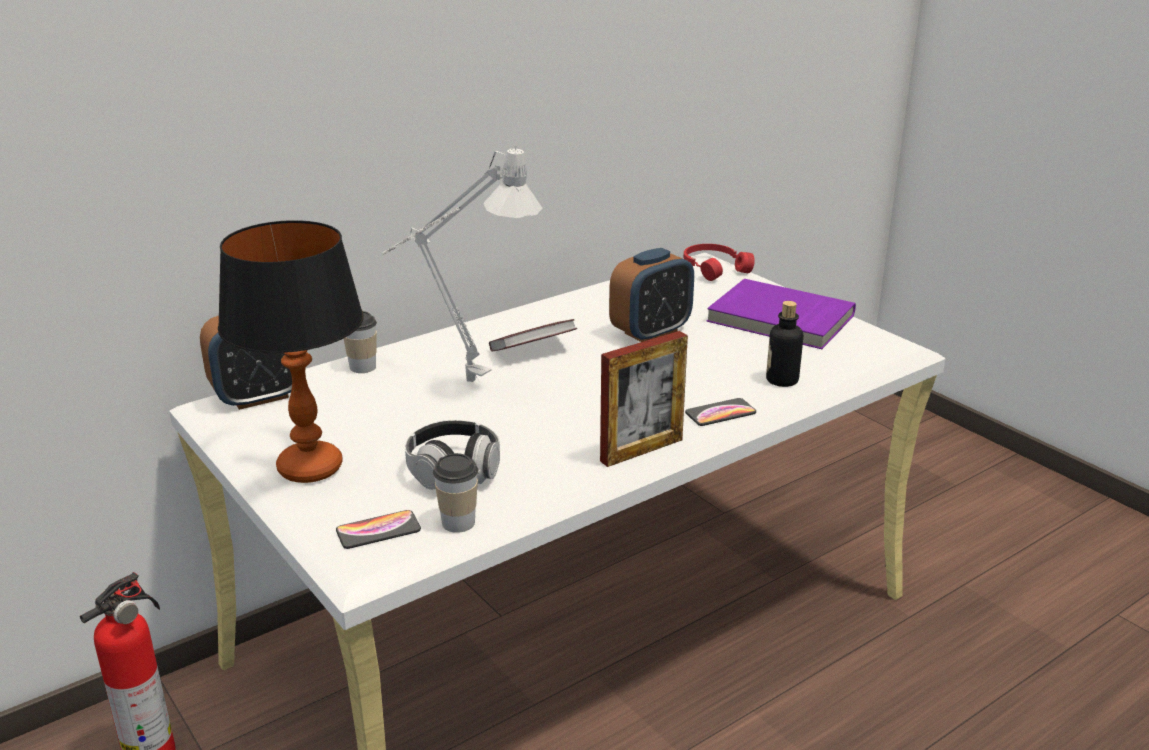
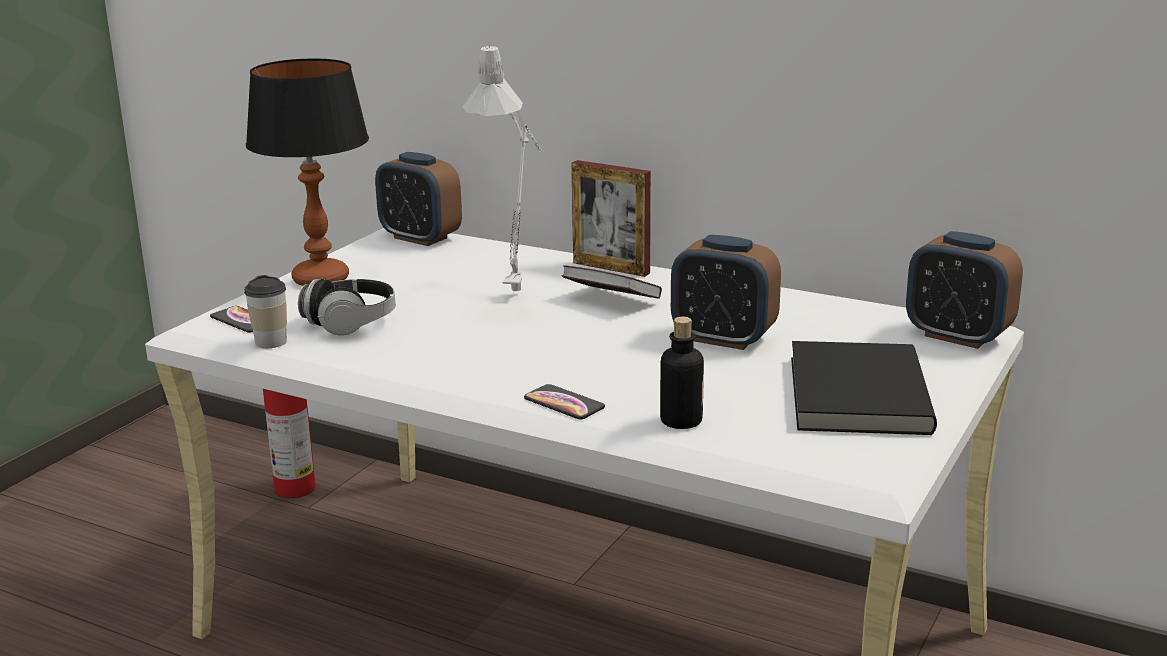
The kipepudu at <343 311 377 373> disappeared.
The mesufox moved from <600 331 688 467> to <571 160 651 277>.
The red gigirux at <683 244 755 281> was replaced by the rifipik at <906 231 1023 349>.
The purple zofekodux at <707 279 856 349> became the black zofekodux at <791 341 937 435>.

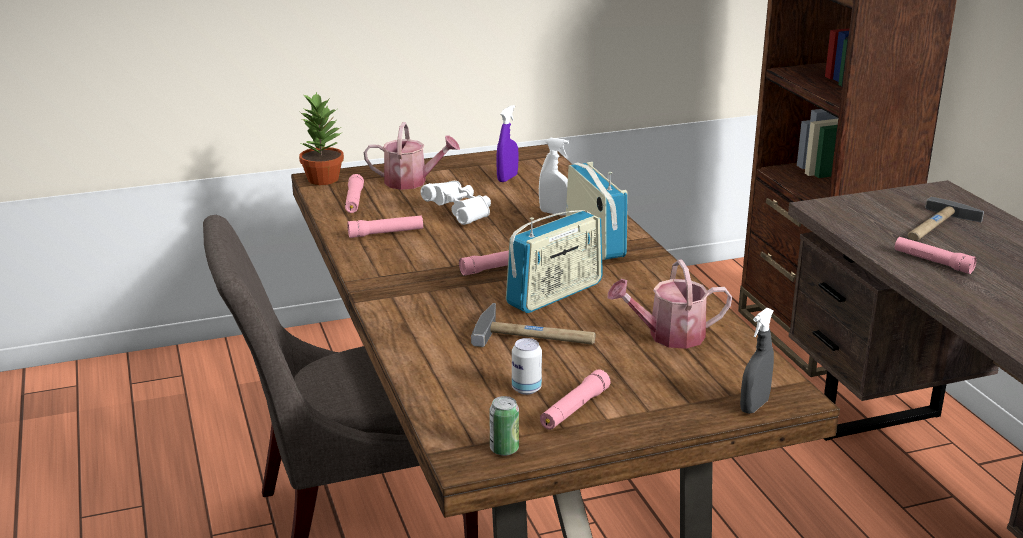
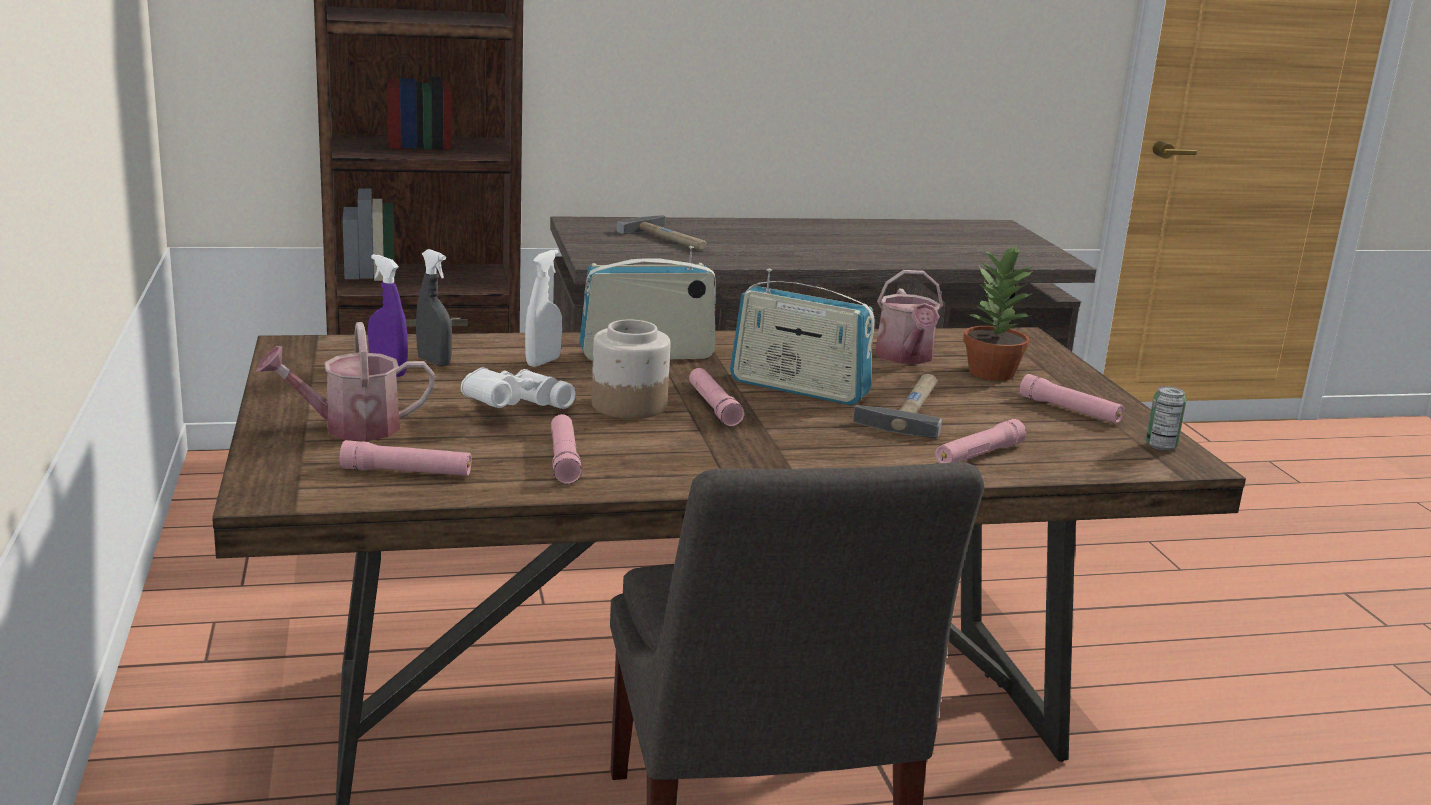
The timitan at <512 338 542 395> disappeared.
The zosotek at <592 320 670 419> appeared.
The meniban moved from <299 92 344 185> to <963 245 1033 381>.
The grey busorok moved from <740 308 774 414> to <416 249 452 367>.
The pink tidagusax moved from <895 237 977 274> to <935 419 1026 463>.
The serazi at <364 122 460 190> turned 120 degrees counterclockwise.
The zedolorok at <506 210 603 313> turned 150 degrees clockwise.

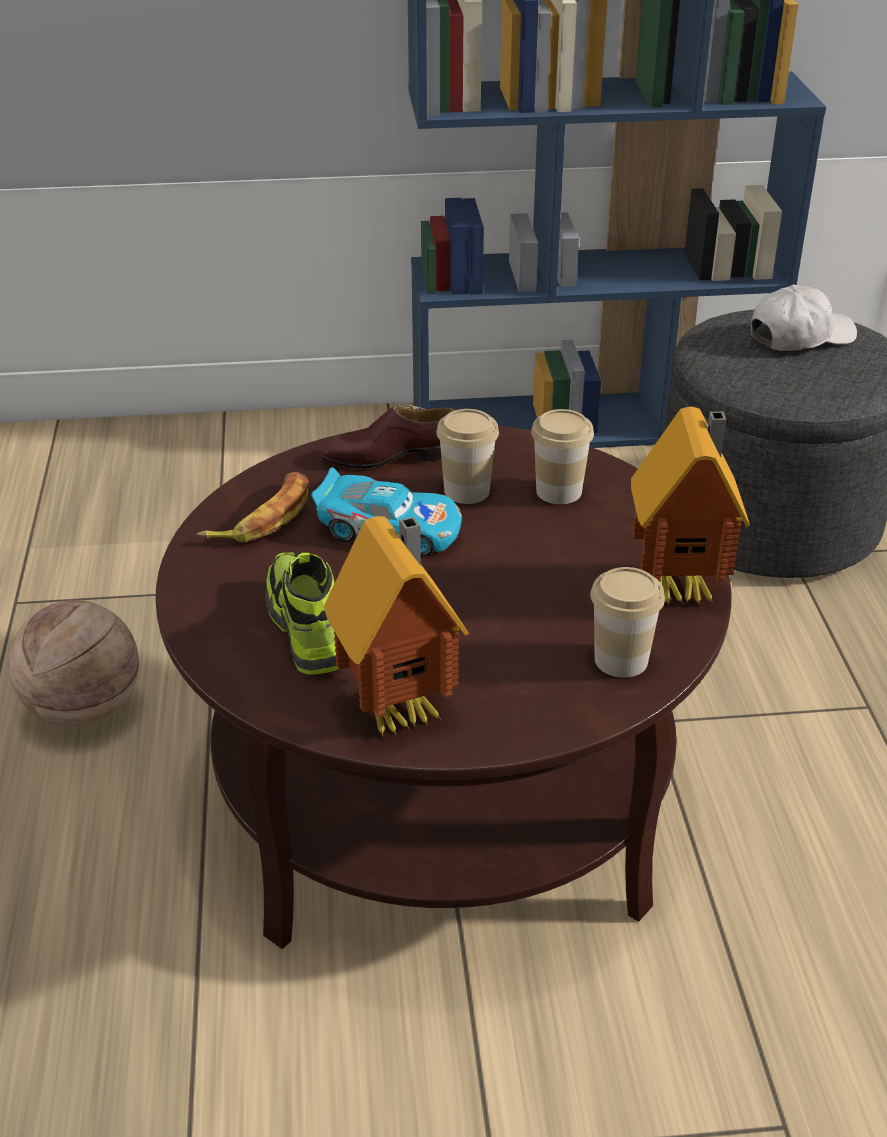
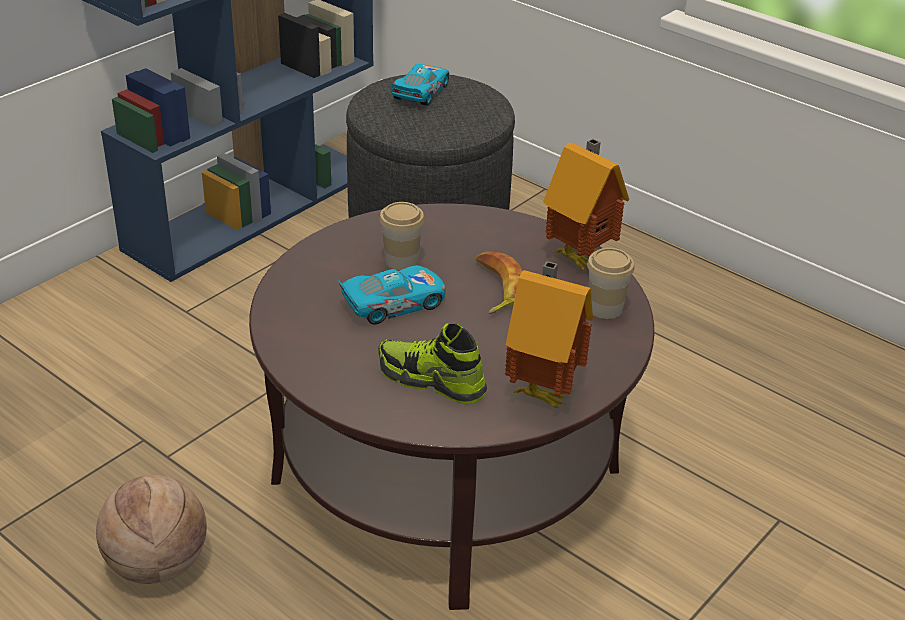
The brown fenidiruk at <319 405 455 469> disappeared.
The kipepudu at <531 409 594 504> disappeared.
The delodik moved from <196 472 309 542> to <476 251 522 314>.
The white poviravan at <751 284 857 351> was replaced by the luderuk at <392 64 449 106>.

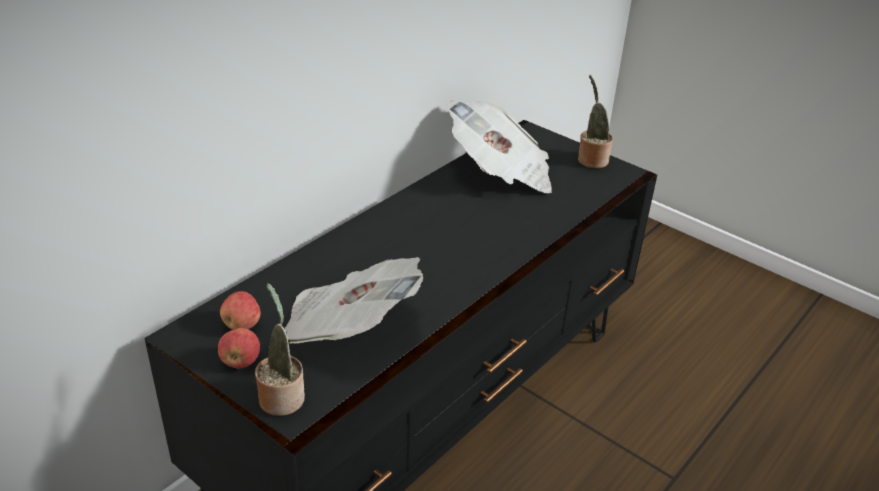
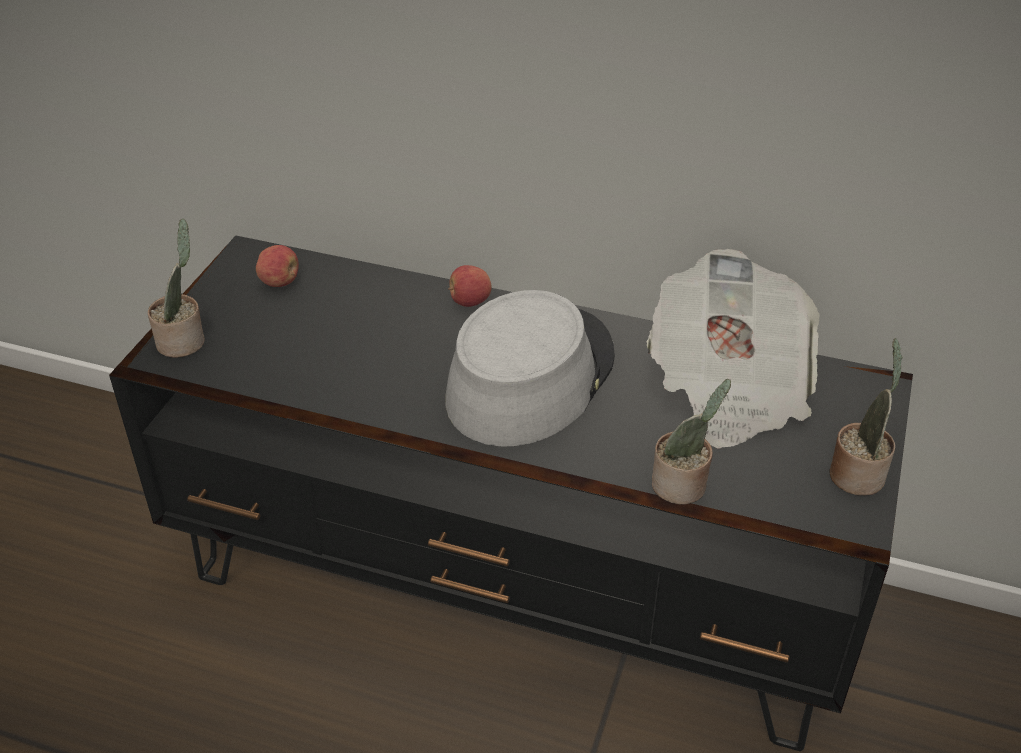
The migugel at <284 257 424 344> disappeared.
The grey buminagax at <445 290 615 447> appeared.
The meniban at <652 379 731 504> appeared.
The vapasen moved from <218 328 260 368> to <448 265 492 307>.

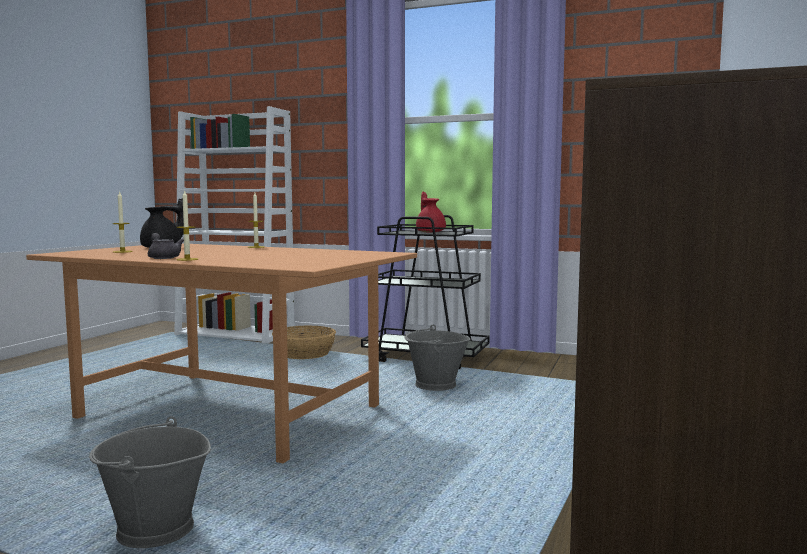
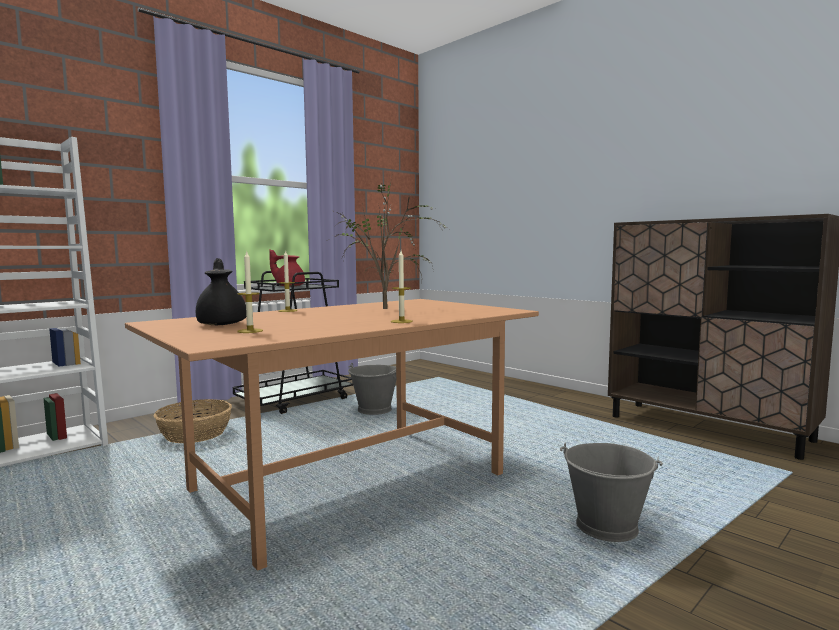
The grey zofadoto at <148 233 184 259> disappeared.
The meniban at <326 178 449 309> appeared.

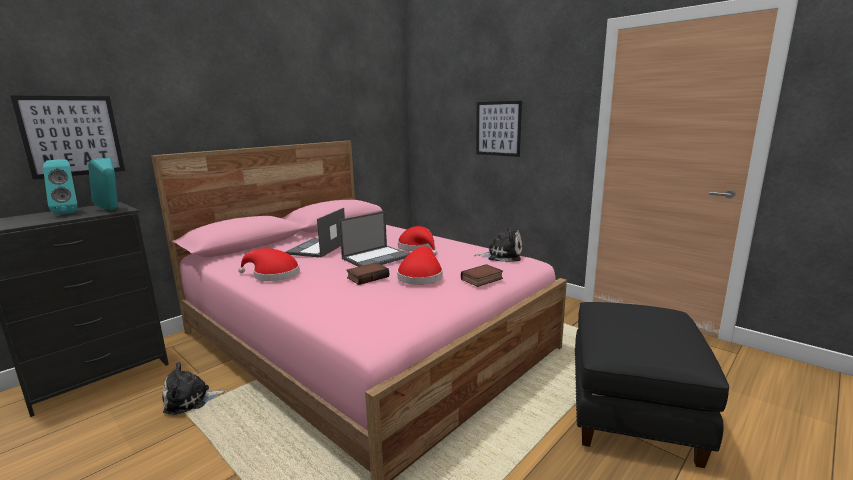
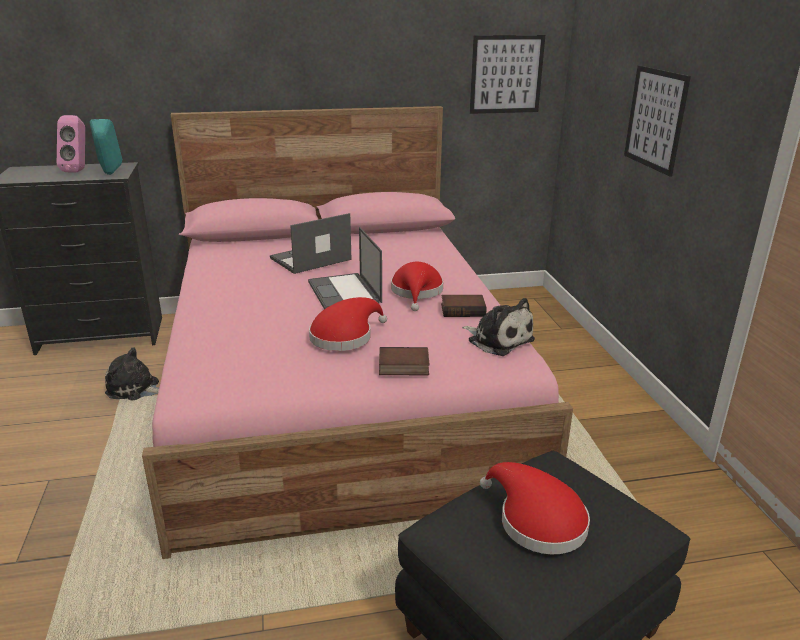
The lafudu moved from <10 96 125 180> to <470 35 545 114>.
The red buminagax moved from <238 248 300 281> to <480 462 590 554>.
The zofekodux moved from <346 263 389 285> to <441 295 486 317>.
The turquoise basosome at <43 160 77 214> became the pink basosome at <57 115 85 173>.
The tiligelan at <339 211 409 267> turned 75 degrees clockwise.

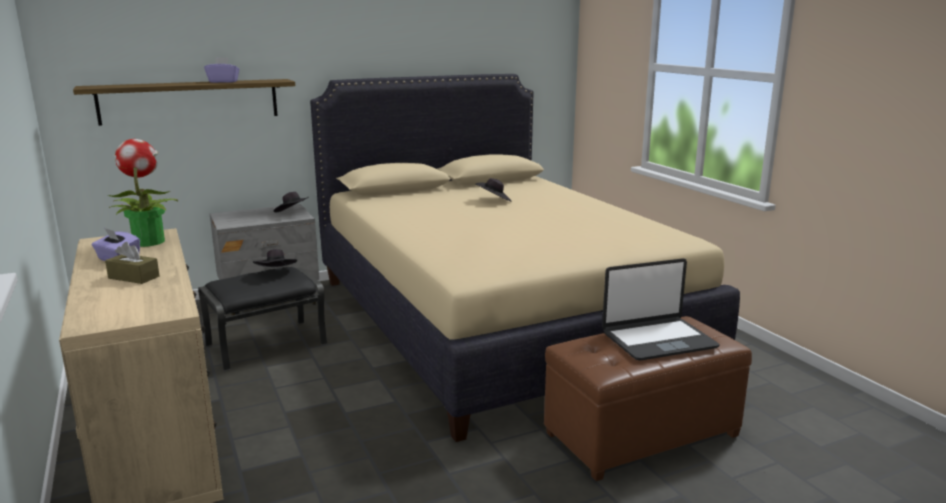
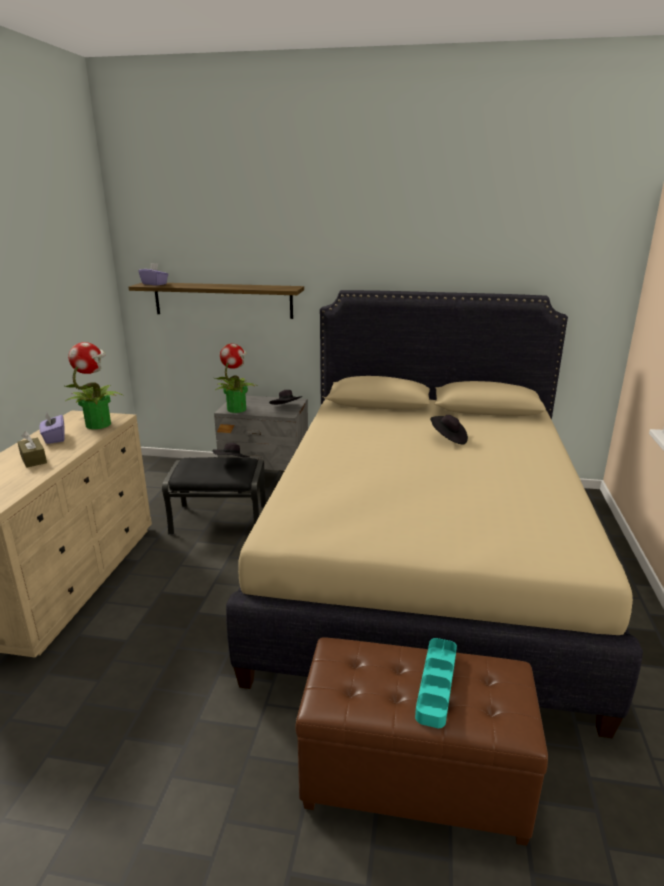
The meniban at <214 344 257 413> appeared.
The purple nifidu moved from <204 57 240 83> to <138 263 168 286>.
The tiligelan at <602 258 720 361> was replaced by the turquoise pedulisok at <415 638 457 728>.

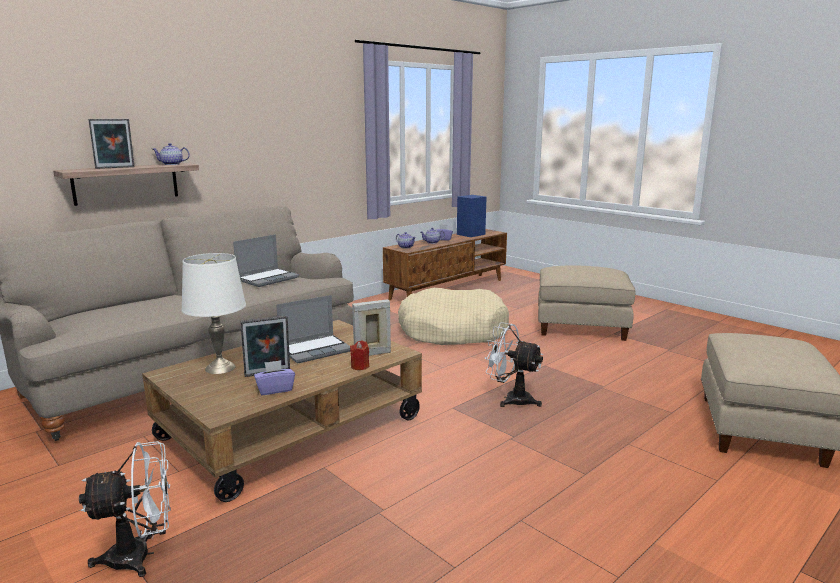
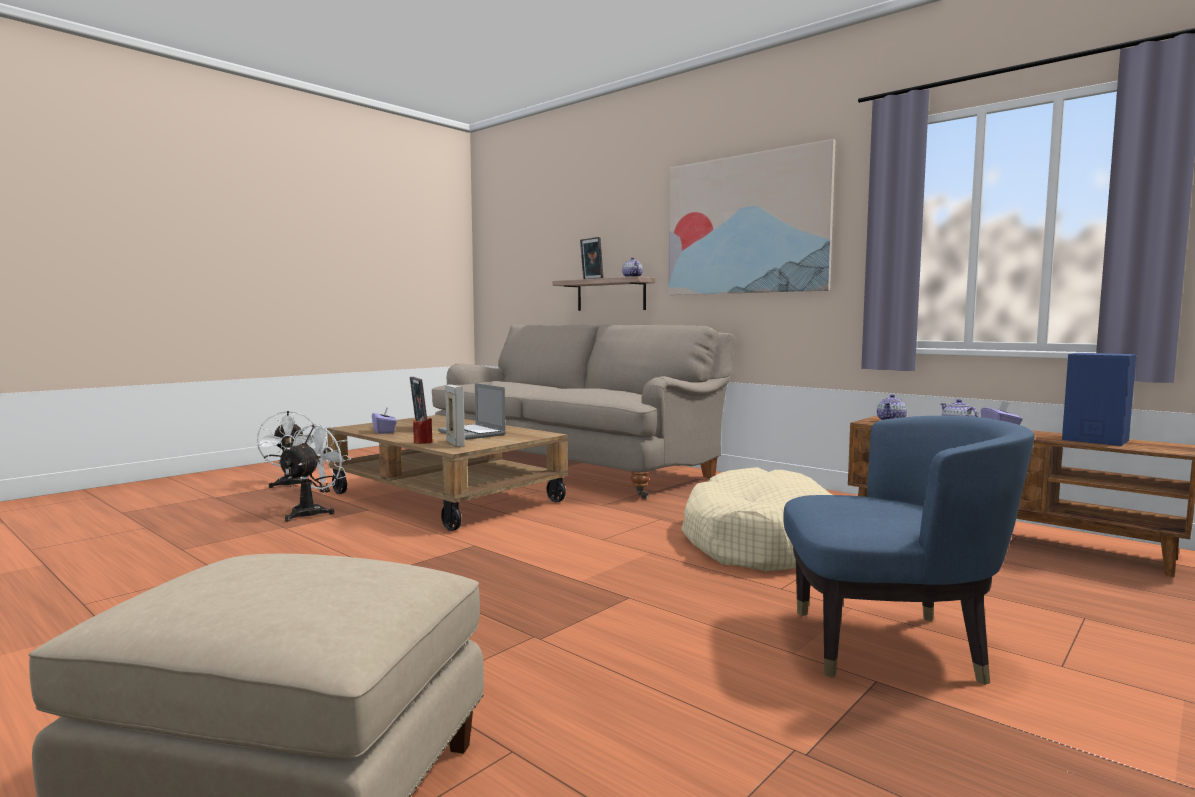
The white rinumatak at <181 253 246 374> disappeared.
The tiligelan at <233 234 299 287> disappeared.
The lafudu at <668 139 835 295> appeared.
The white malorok moved from <485 322 543 407> to <277 424 351 522>.
The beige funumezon at <538 265 636 341> was replaced by the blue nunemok at <783 416 1035 685>.

